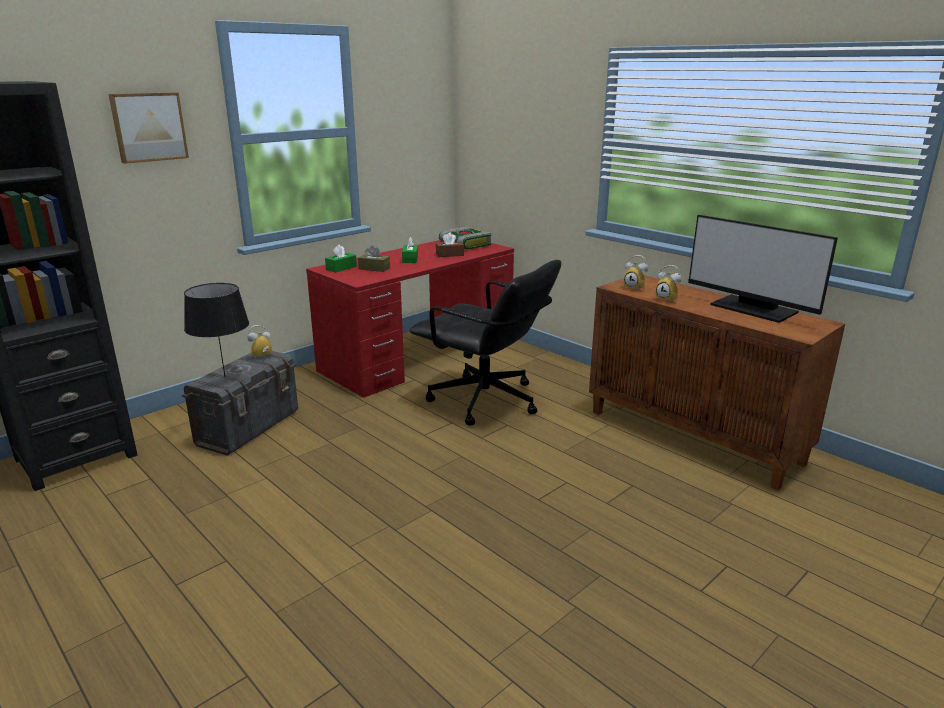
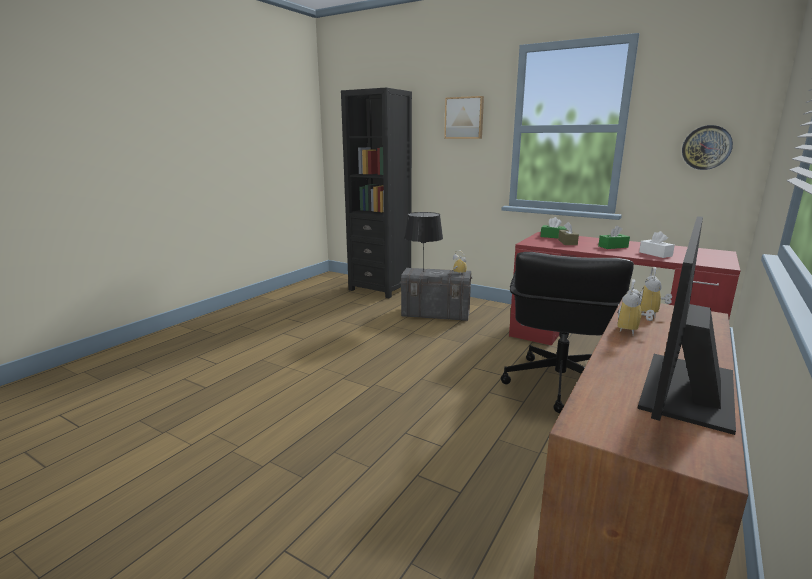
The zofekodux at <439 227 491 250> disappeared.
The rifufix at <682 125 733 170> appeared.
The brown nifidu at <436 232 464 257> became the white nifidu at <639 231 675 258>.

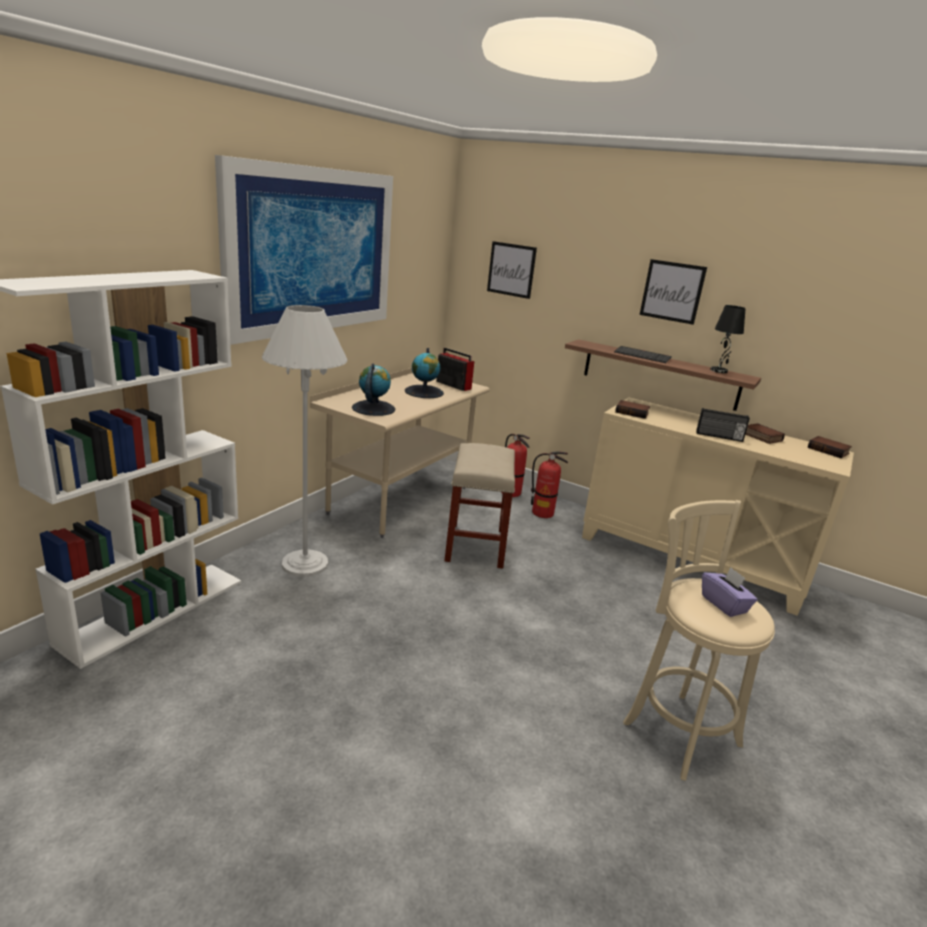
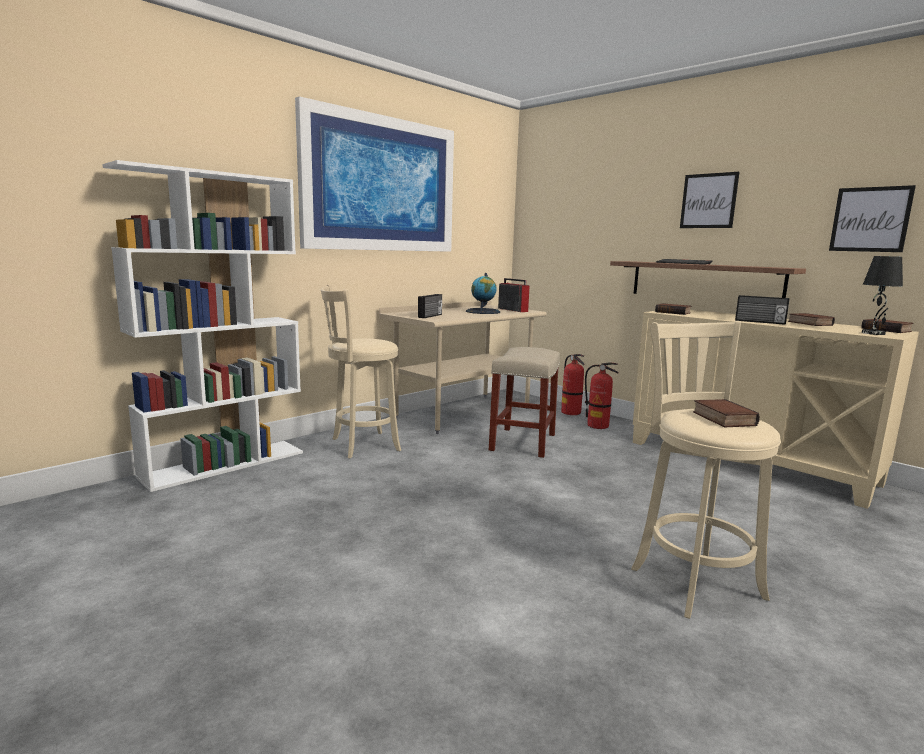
The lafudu moved from <487 241 537 299> to <829 185 916 252>.
The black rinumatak moved from <710 305 746 373> to <862 256 903 335>.
The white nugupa at <262 305 347 577> was replaced by the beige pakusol at <321 285 401 458>.
The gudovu at <352 363 395 416> was replaced by the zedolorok at <418 294 442 318>.
The purple nifidu at <702 567 757 617> was replaced by the zofekodux at <693 399 760 427>.

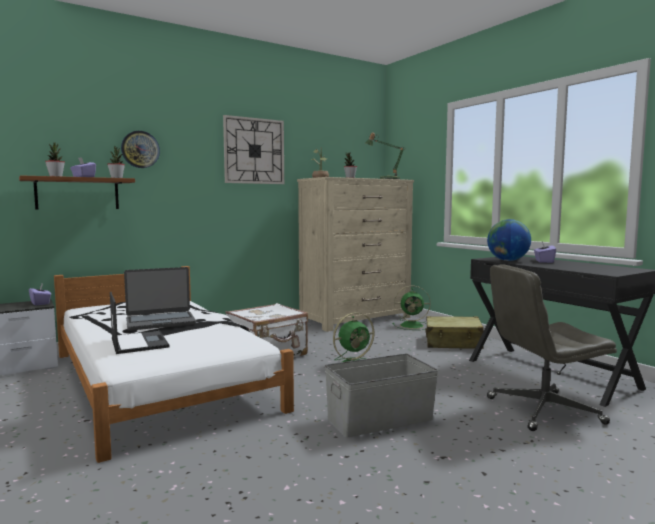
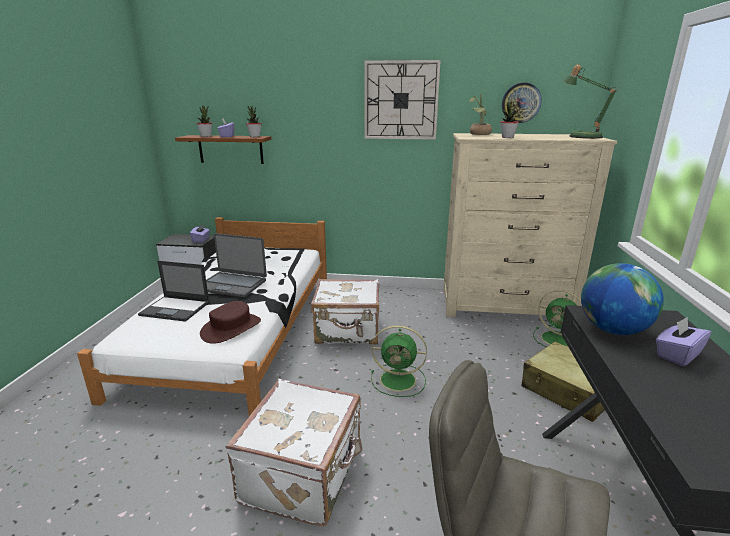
The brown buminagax at <200 301 261 344> appeared.
The rifufix moved from <121 131 160 168> to <502 83 542 123>.
The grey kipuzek at <325 354 438 437> was replaced by the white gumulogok at <226 379 362 526>.
The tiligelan at <110 292 169 354> turned 90 degrees clockwise.

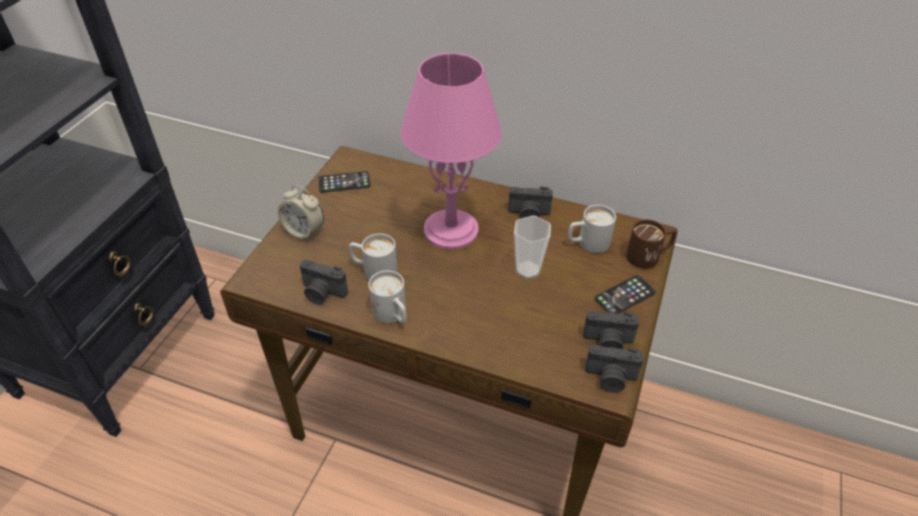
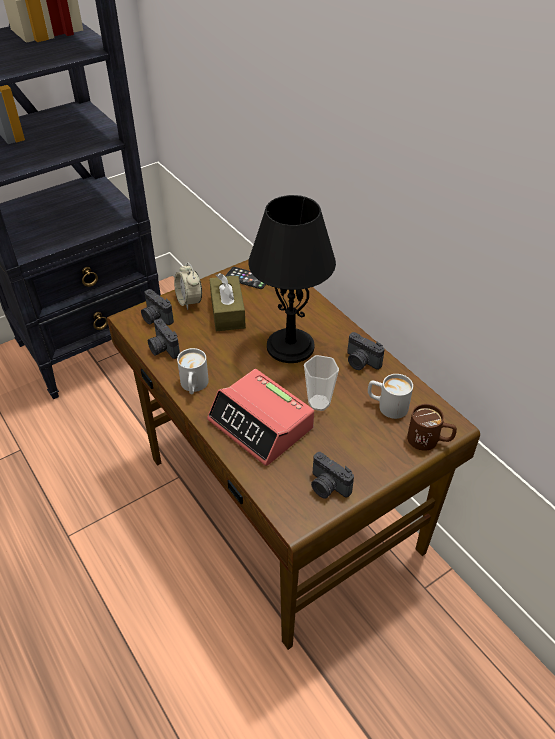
The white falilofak at <349 233 397 280> disappeared.
The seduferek at <594 275 656 314> disappeared.
The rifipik at <207 369 314 466> appeared.
The brown nifidu at <209 273 246 331> appeared.
The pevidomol moved from <585 344 644 392> to <141 289 174 325>.
The pink rinumatak at <400 53 502 249> became the black rinumatak at <248 195 336 363>.

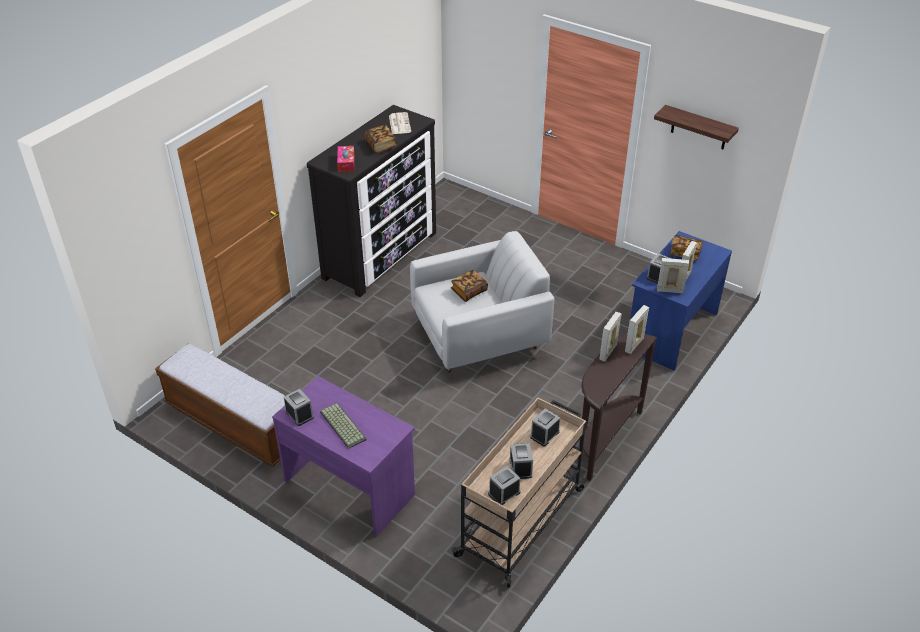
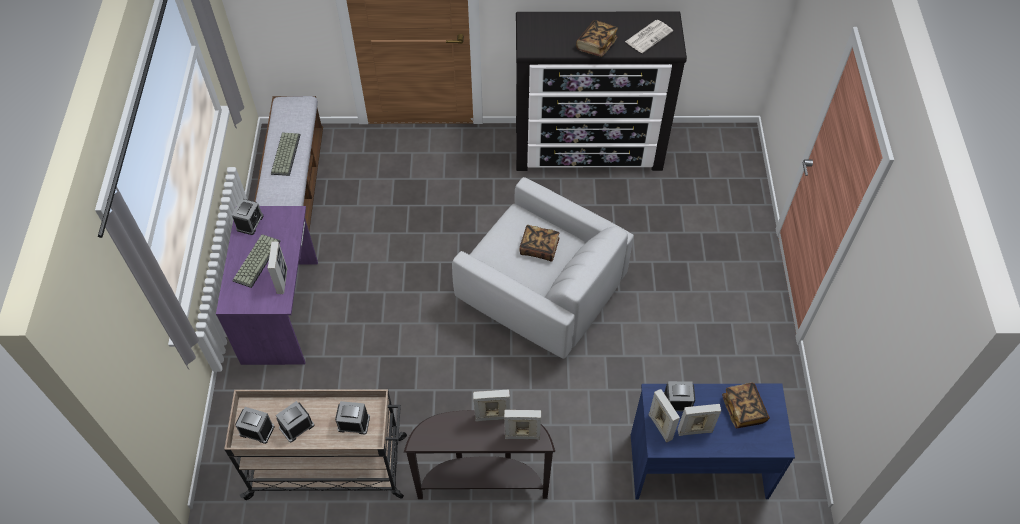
The nifidu at <337 146 354 172> disappeared.
The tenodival at <654 105 739 149> disappeared.
The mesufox at <267 241 288 294> appeared.
The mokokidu at <271 132 300 176> appeared.

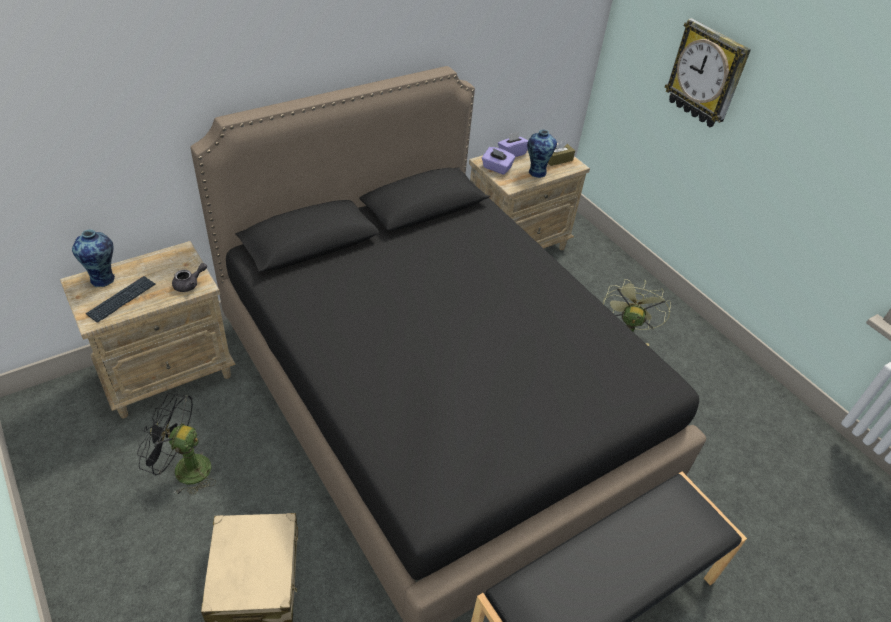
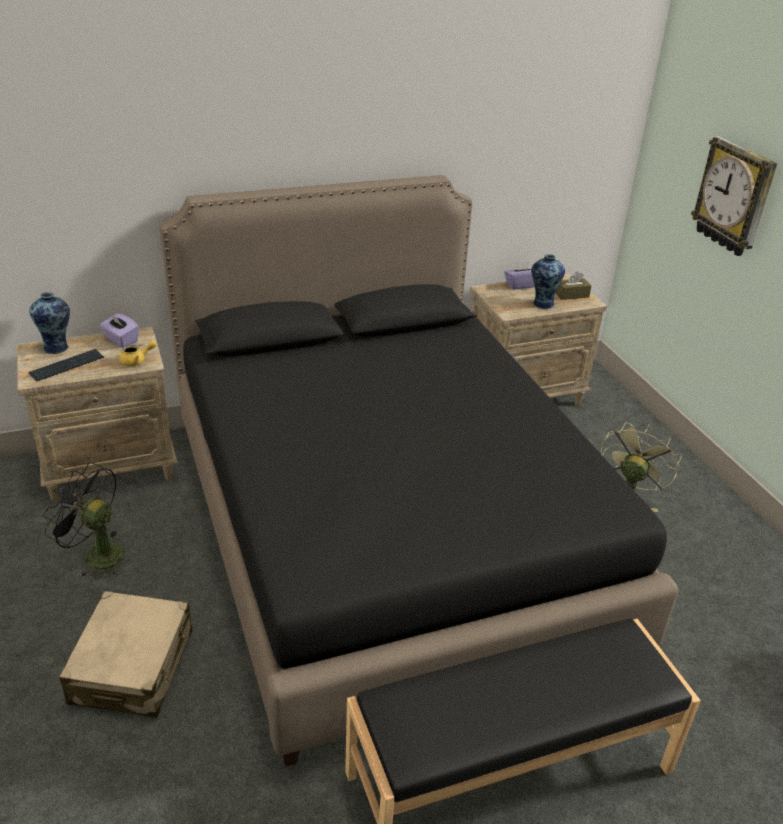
The purple nifidu moved from <482 147 515 175> to <100 313 139 347>.
The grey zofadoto at <172 263 207 292> became the yellow zofadoto at <119 340 157 366>.

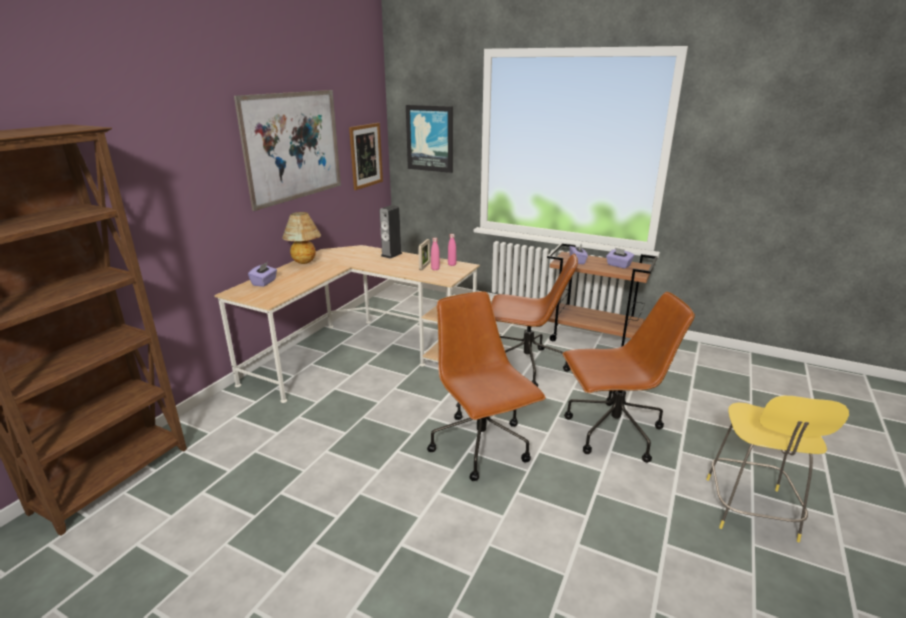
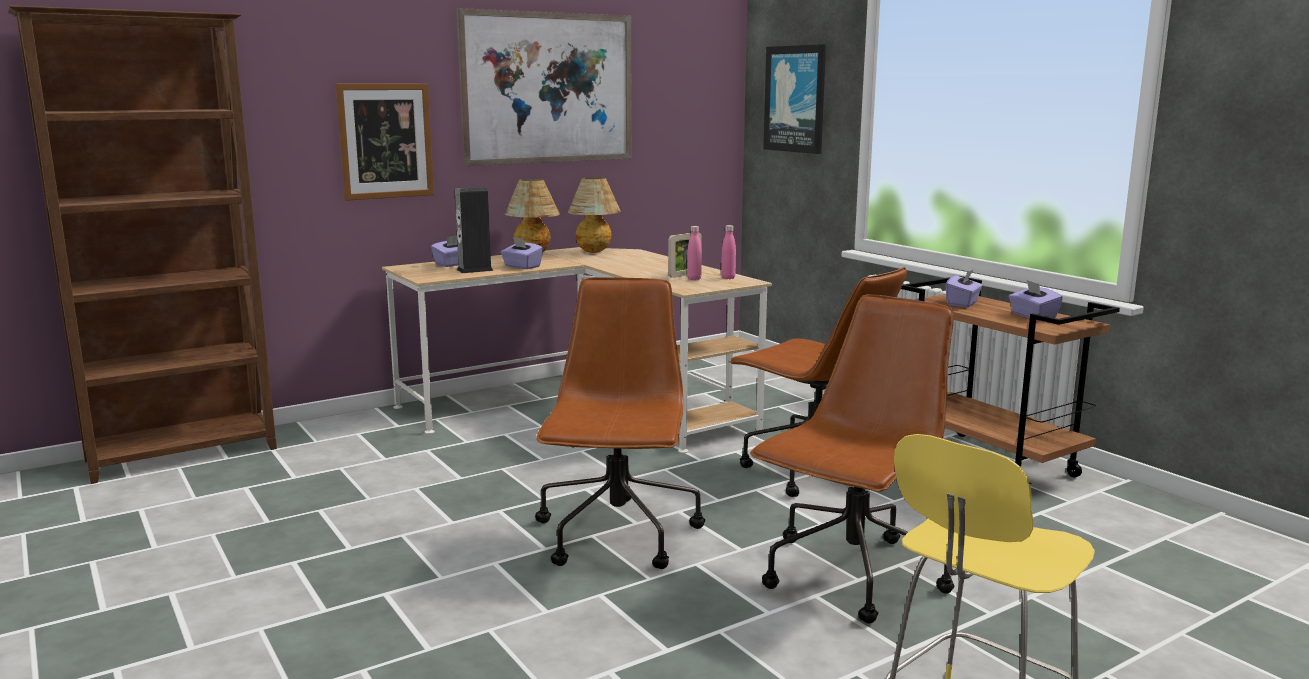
The purple nifidu at <501 237 543 269> appeared.
The rinumatak at <568 177 621 253> appeared.
The lafudu moved from <349 123 383 190> to <336 84 434 201>.
The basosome moved from <379 205 403 259> to <455 187 494 273>.
The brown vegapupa at <563 292 695 463> turned 75 degrees counterclockwise.

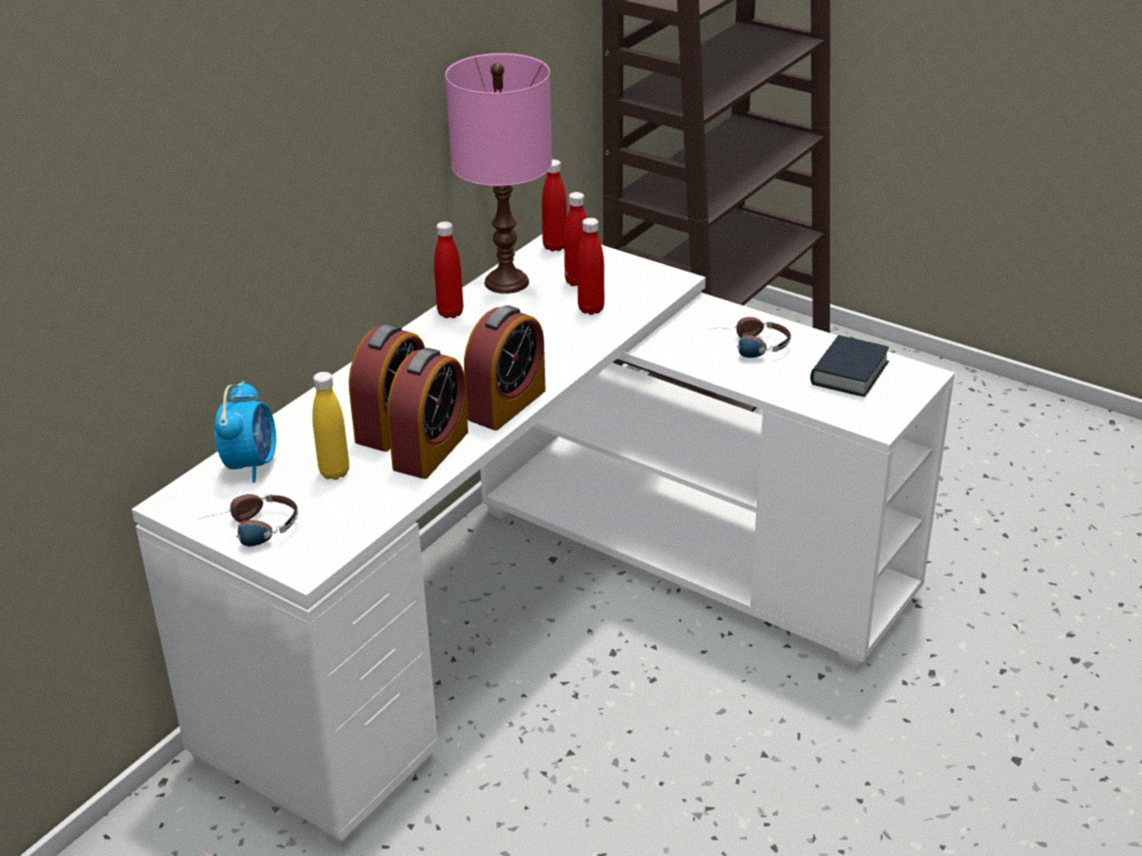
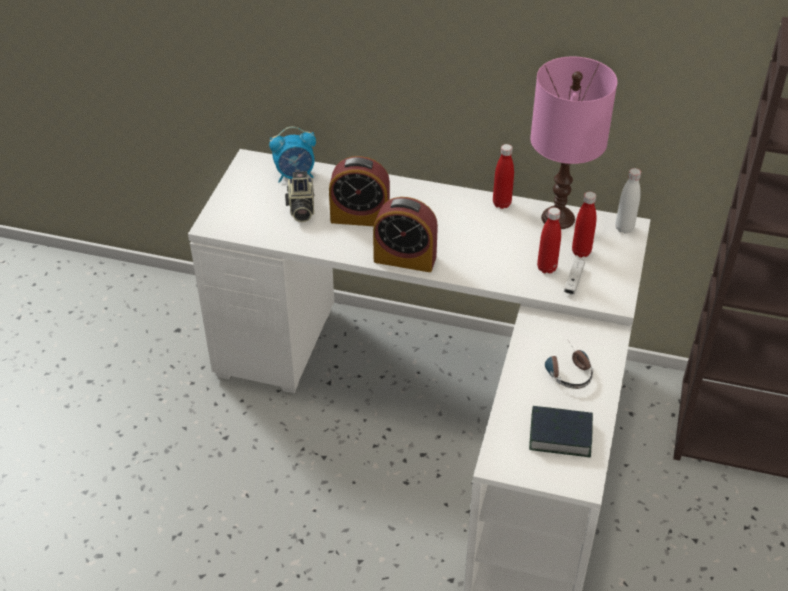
The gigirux at <200 494 298 546> disappeared.
The rifipik at <387 348 468 479> disappeared.
The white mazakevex at <564 259 585 294> appeared.
The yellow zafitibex at <312 372 349 480> was replaced by the pevidomol at <285 171 315 222>.
The red zafitibex at <542 159 567 251> became the white zafitibex at <615 168 641 234>.

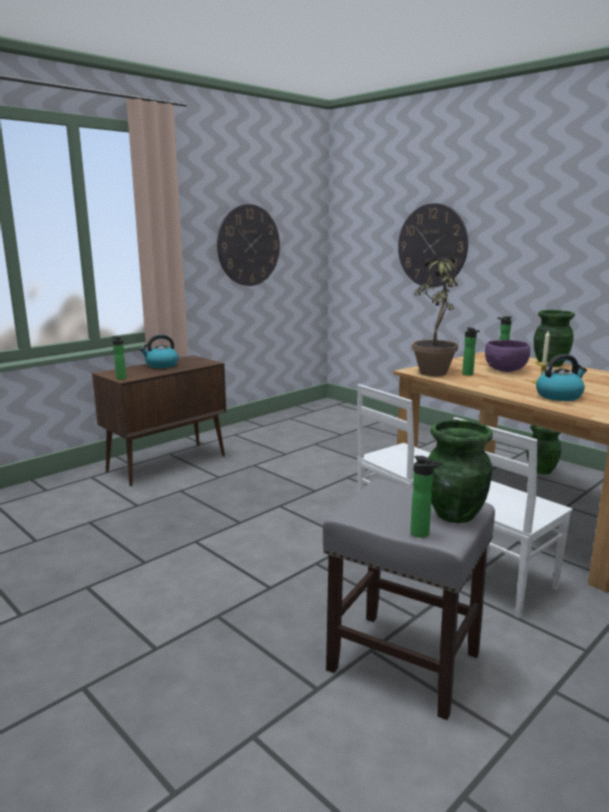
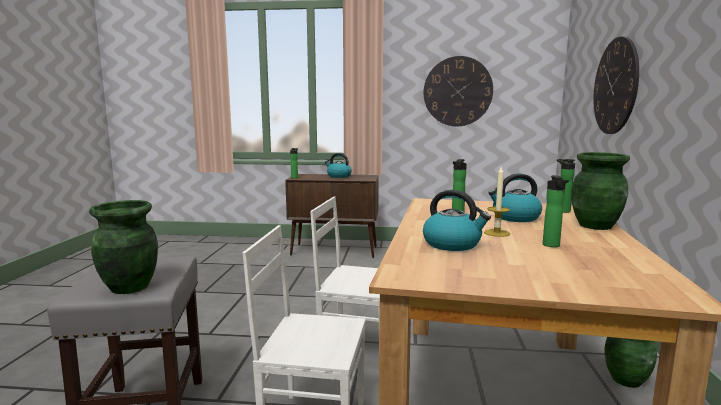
The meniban at <412 258 458 376> disappeared.
The zafitibex moved from <410 456 442 538> to <543 175 569 247>.
The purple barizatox at <485 340 530 372> was replaced by the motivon at <488 173 542 222>.

